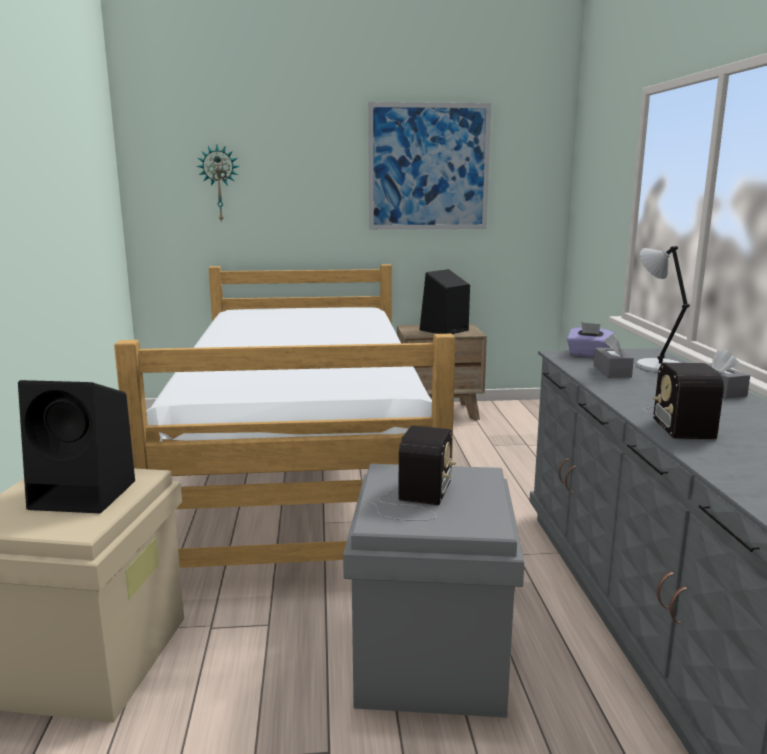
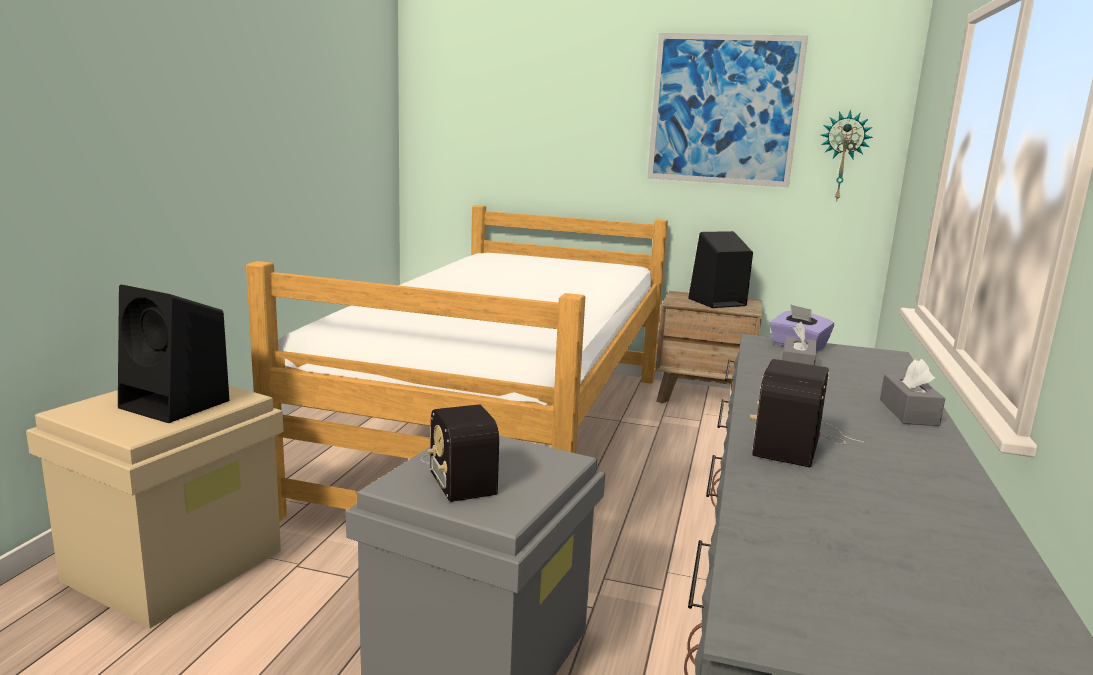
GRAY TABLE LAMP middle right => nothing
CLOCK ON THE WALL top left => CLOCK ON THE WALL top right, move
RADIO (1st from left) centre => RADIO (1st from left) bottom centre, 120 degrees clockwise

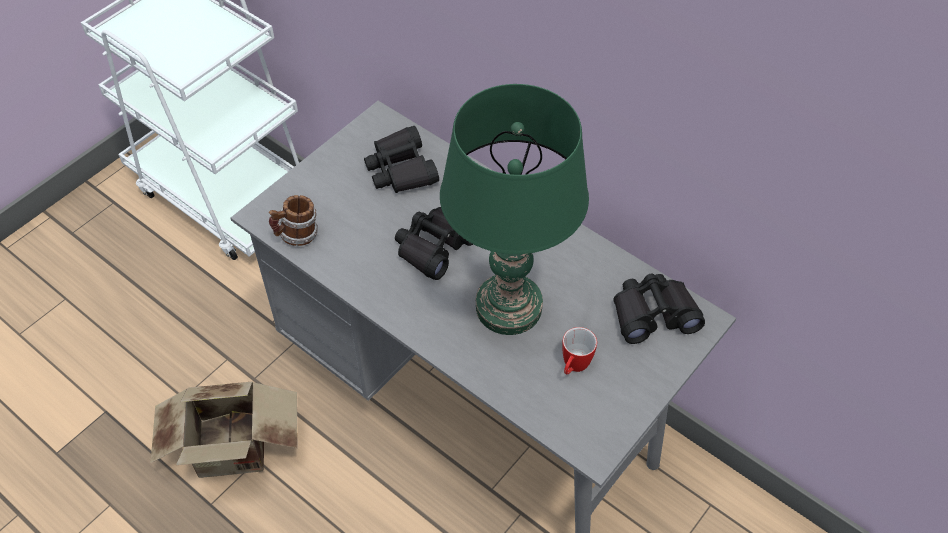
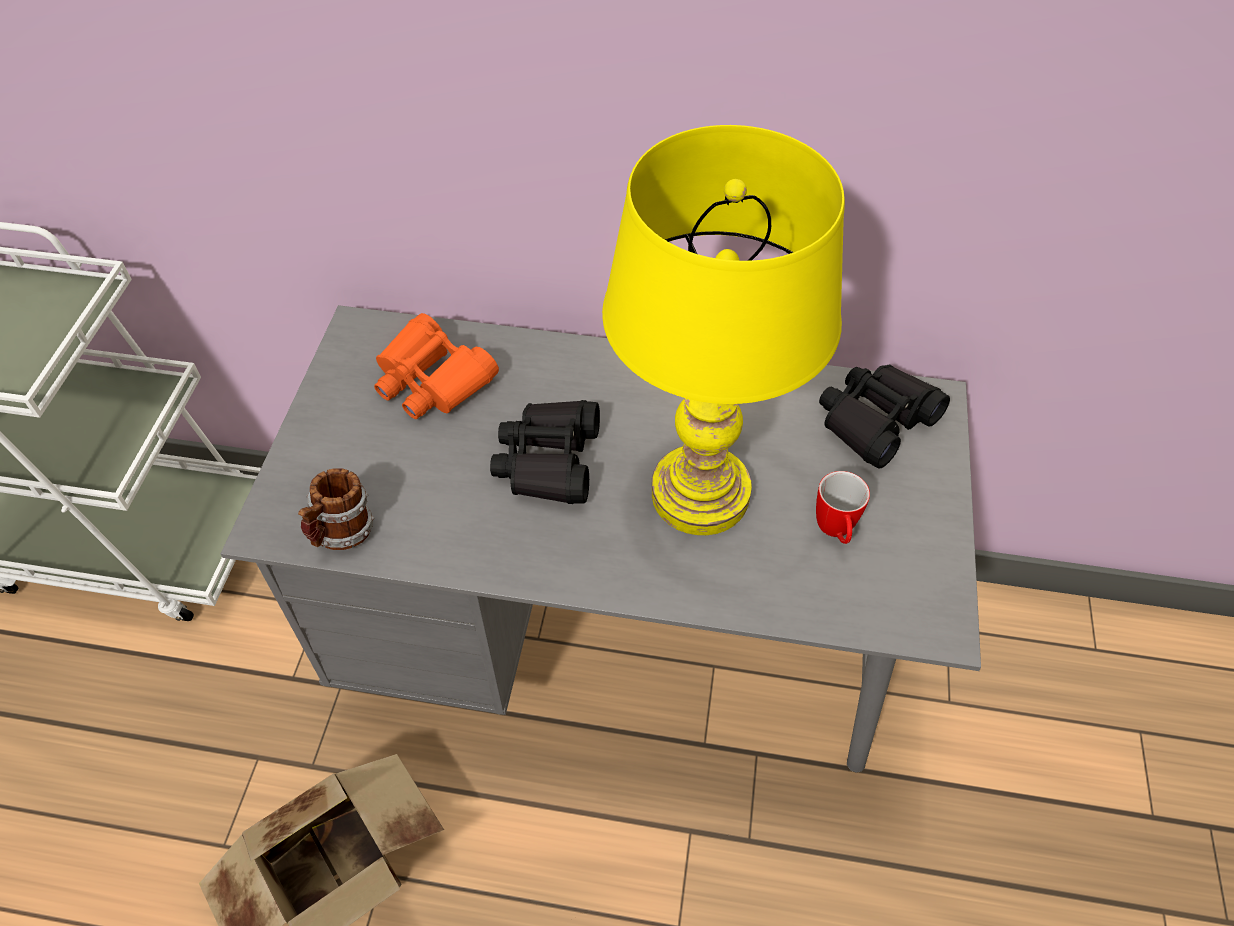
BLACK-COLOURED BINOCULARS (1st from left) top centre => ORANGE BINOCULARS centre
GREENISH TABLE LAMP centre => YELLOW TABLE LAMP centre

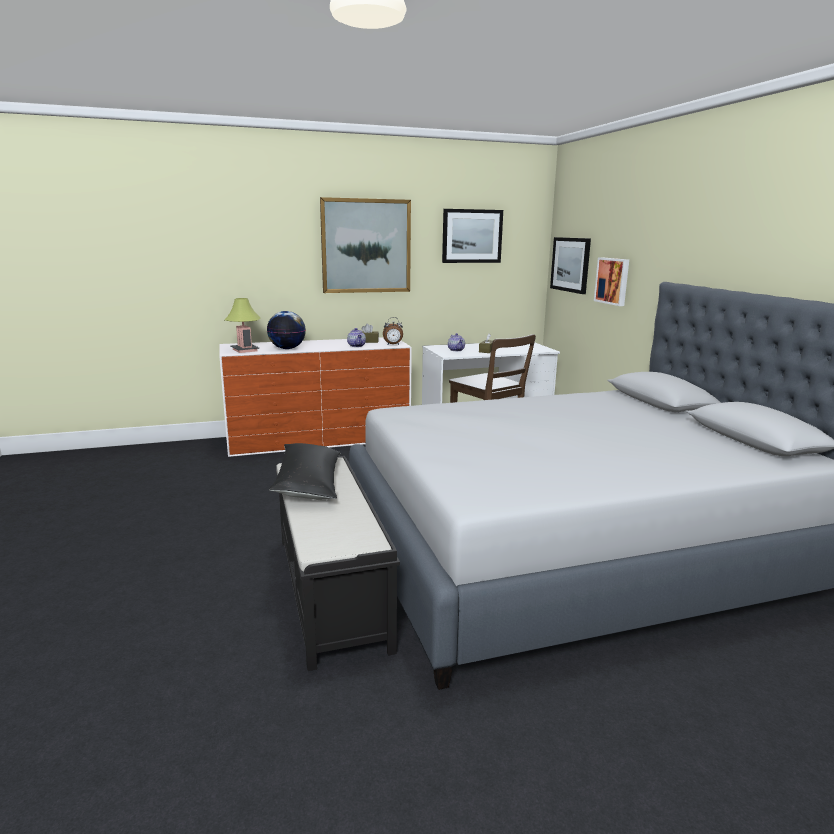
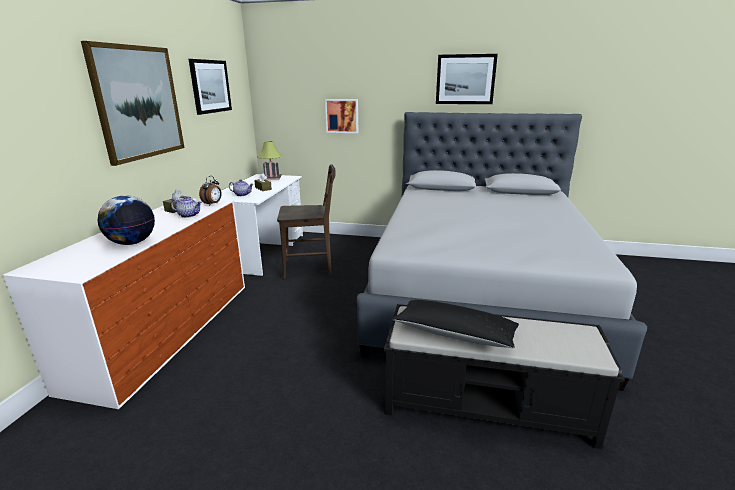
TABLE LAMP middle left => TABLE LAMP top centre, move
PICTURE (3rd from left in the first image) top right => PICTURE (4th from left) top centre, move

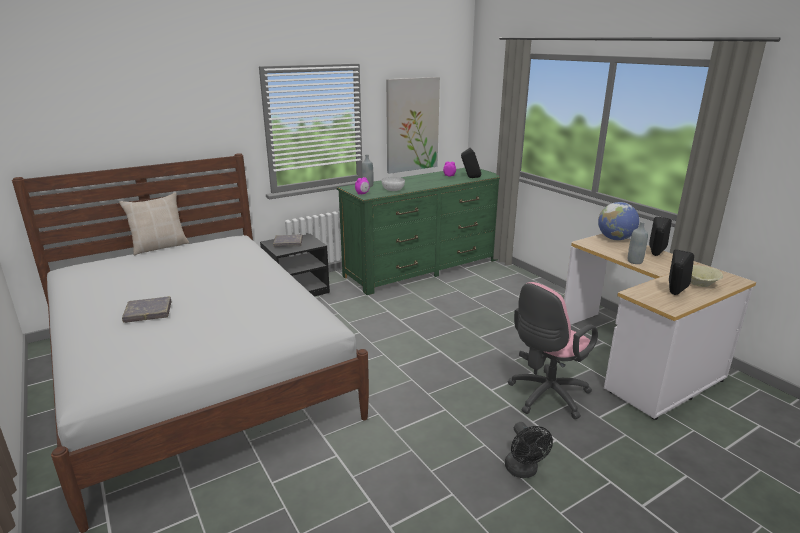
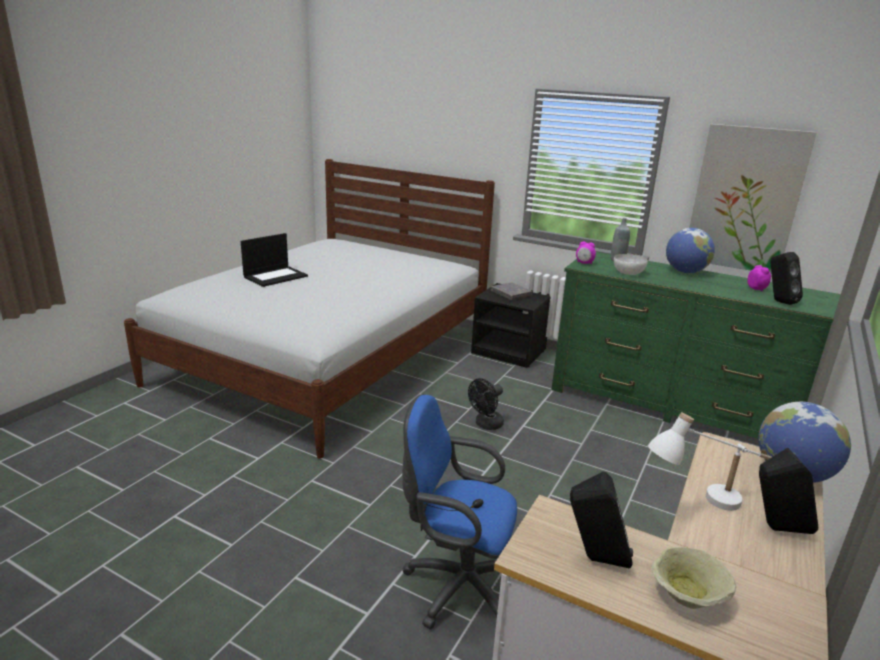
SAND-COLOURED THROW PILLOW middle left => nothing
nothing => WORLD GLOBE (1st from left) middle right
BLACK-COLOURED COOLING FAN bottom centre => BLACK-COLOURED COOLING FAN centre, move
GRAY BOUND BOOK (1st from left) middle left => PORTABLE COMPUTER middle left
GRAY DRINK BOTTLE (2nd from left) middle right => WHITE TABLE LAMP bottom right
PINKISH DESK CHAIR middle right => BLUISH DESK CHAIR bottom centre

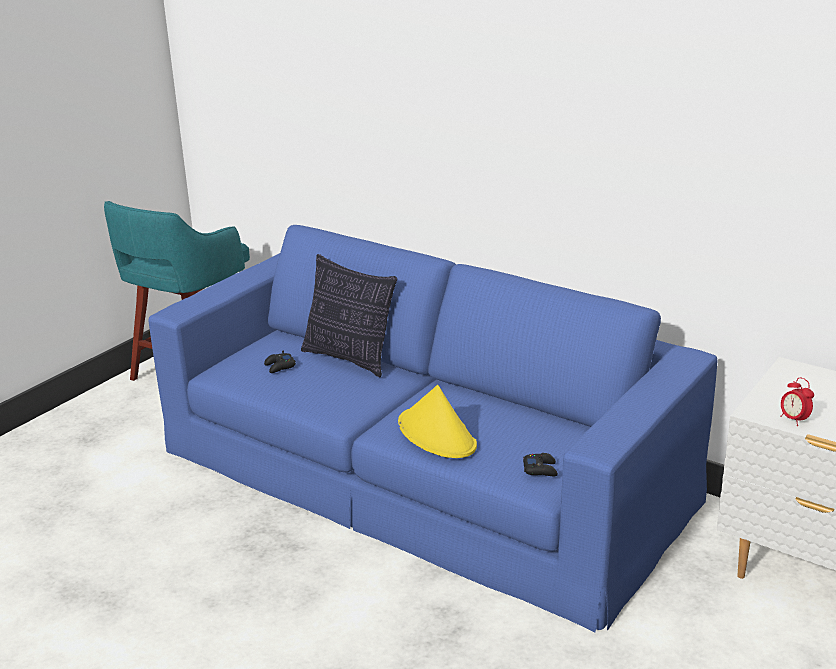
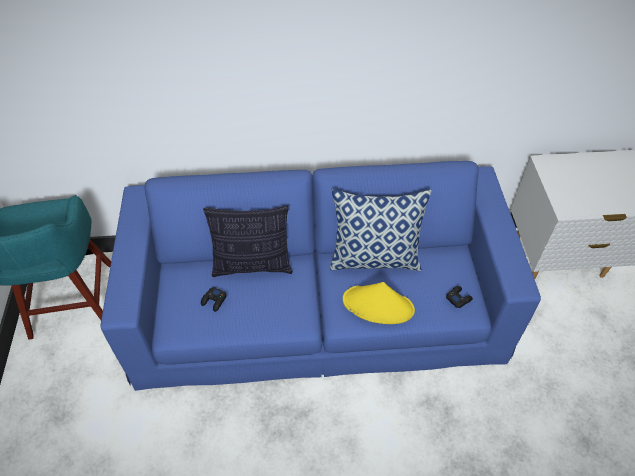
TABLE CLOCK middle right => nothing
nothing => THROW PILLOW (2nd from left) centre

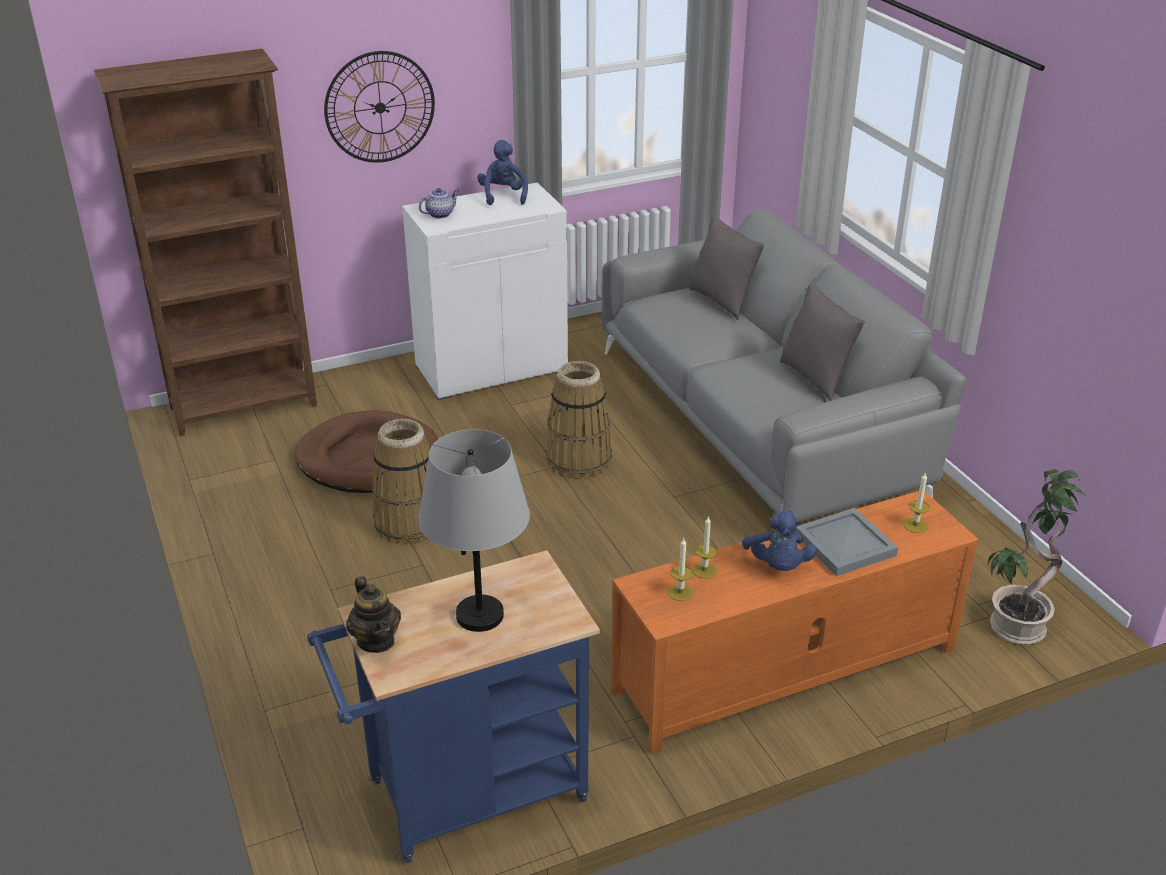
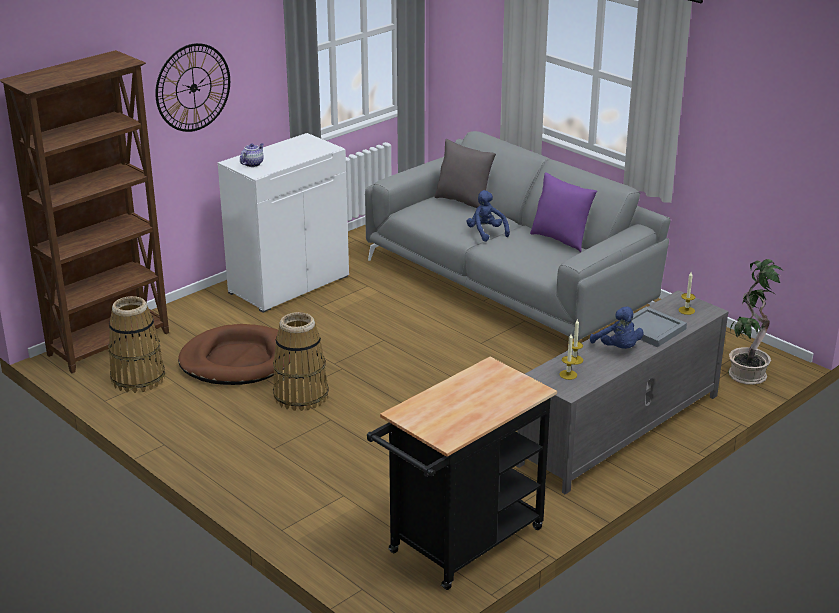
TEAPOT (1st from left) bottom left => nothing
GRAY TABLE LAMP centre => nothing
BLUISH CUDDLY TOY (1st from left) top centre => BLUISH CUDDLY TOY (1st from left) centre, move
STORAGE BASKET (2nd from left in the first image) centre => STORAGE BASKET (1st from left) middle left, move
BLUISH CART bottom centre => BLACK-COLOURED CART bottom centre
ORANGE TV UNIT bottom right => GRAY TV UNIT middle right
GRAY THROW PILLOW (2nd from left) middle right => PURPLE THROW PILLOW middle right

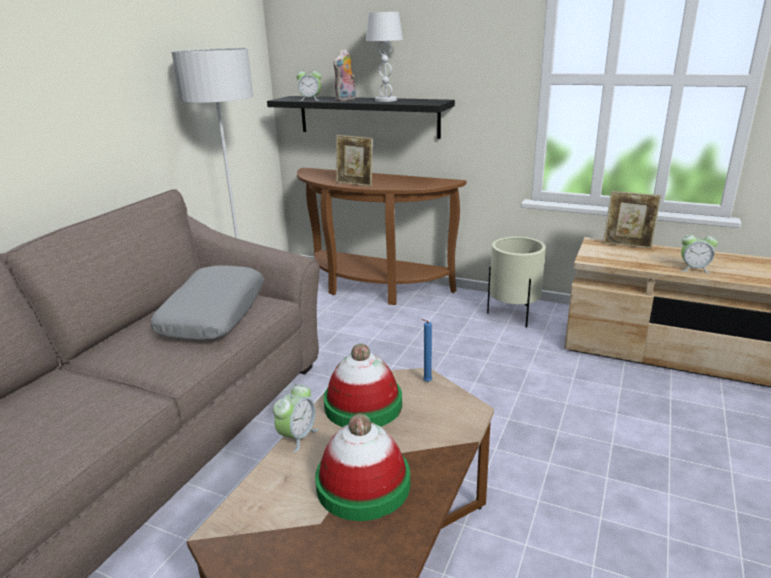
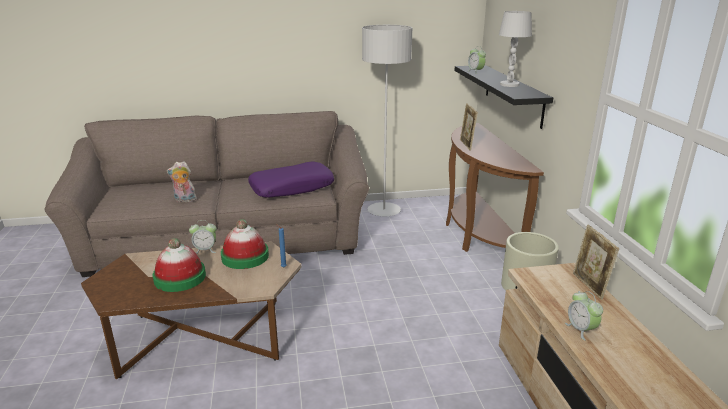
CUDDLY TOY top centre => CUDDLY TOY middle left, move
GRAY THROW PILLOW middle left => PURPLE THROW PILLOW centre

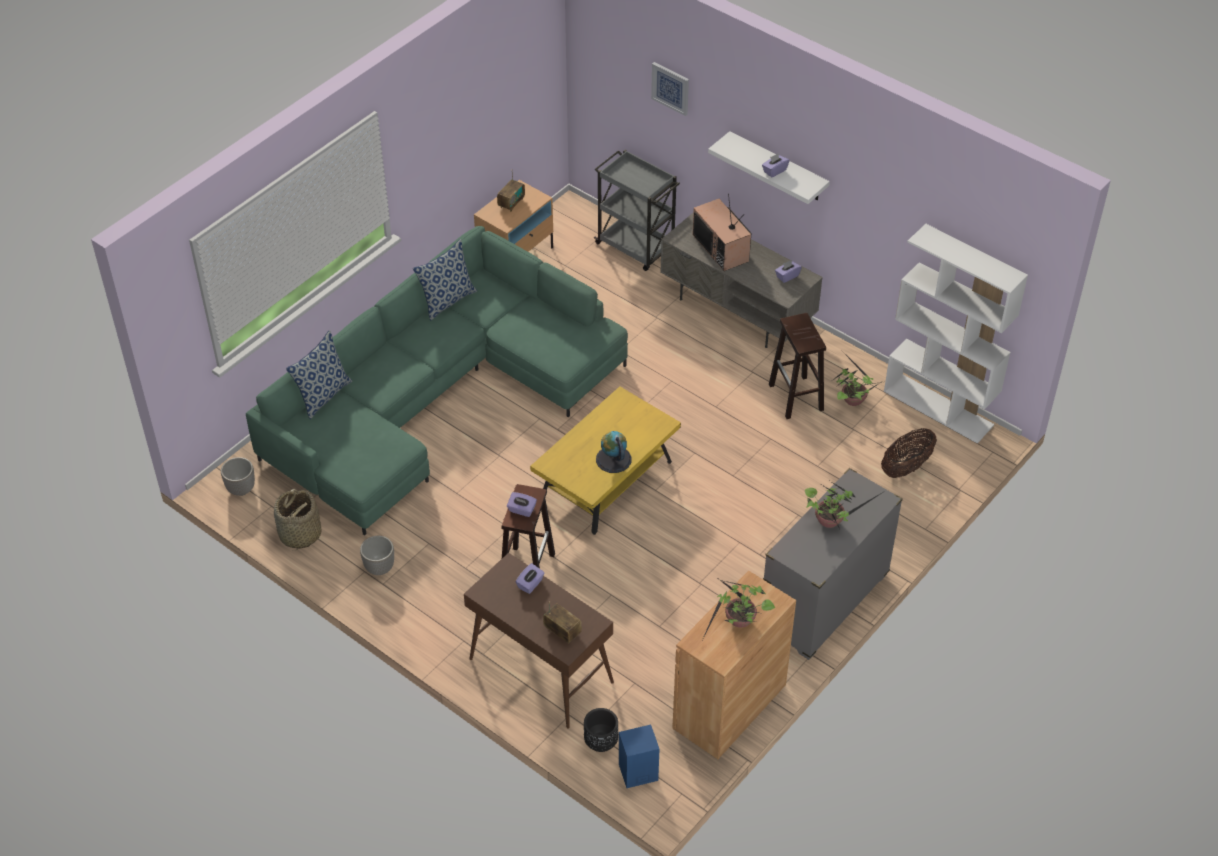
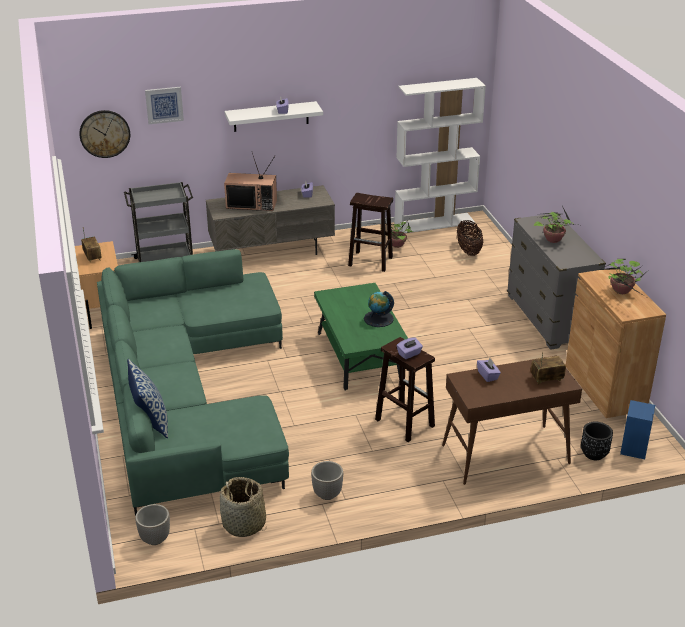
THROW PILLOW (2nd from left) top centre => nothing
nothing => CLOCK ON THE WALL top left
YELLOW COFFEE TABLE centre => GREENISH COFFEE TABLE centre

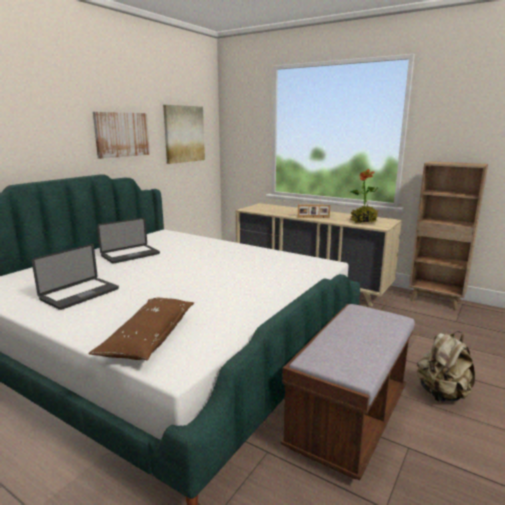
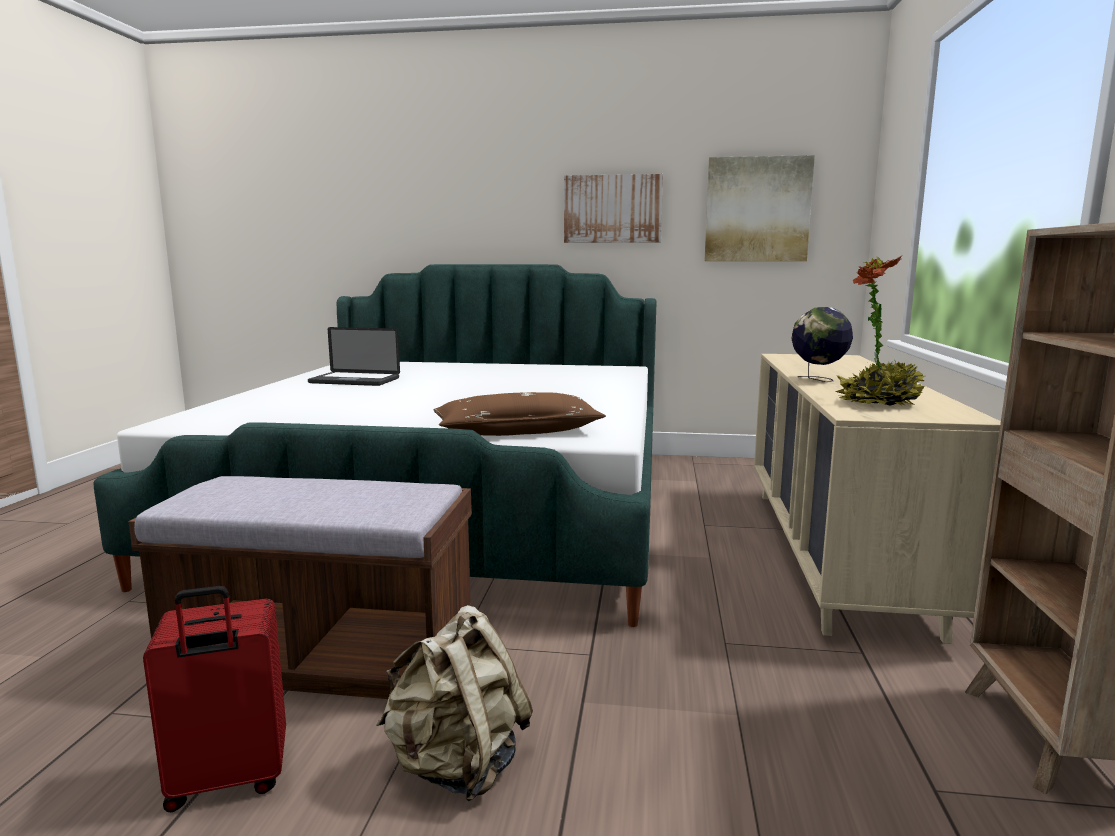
PORTABLE COMPUTER (2nd from left) middle left => nothing
nothing => REDDISH SUITCASE bottom left
BROWN-COLOURED THROW PILLOW middle left => BROWN-COLOURED THROW PILLOW centre, move
STANDING FRAME centre => WORLD GLOBE middle right

